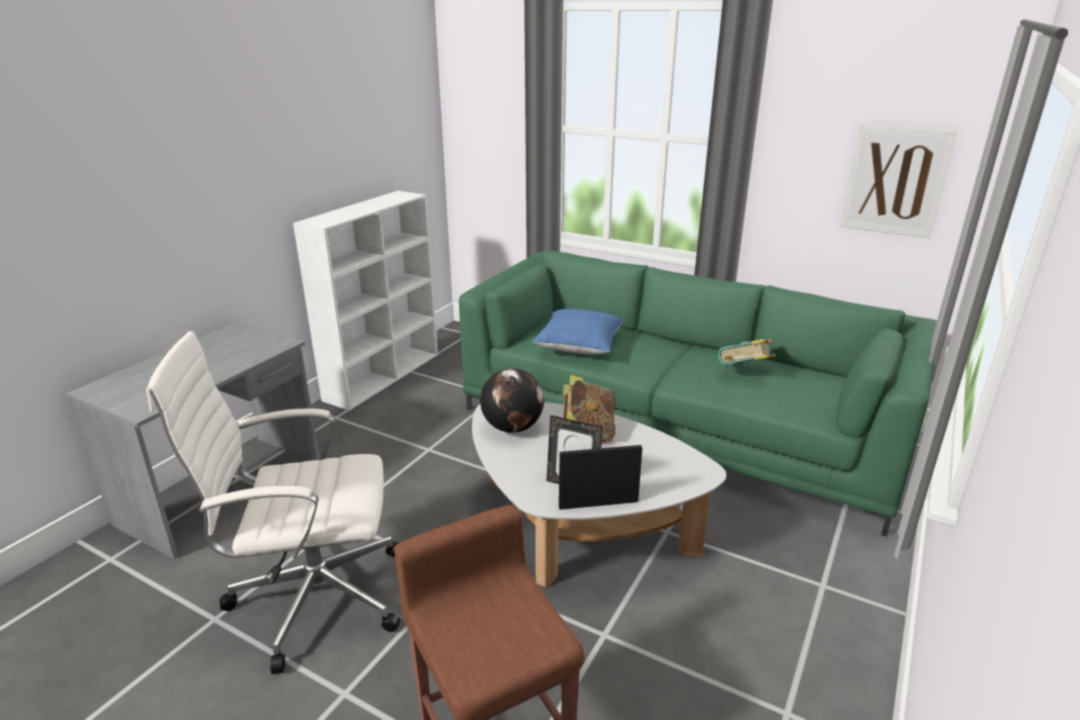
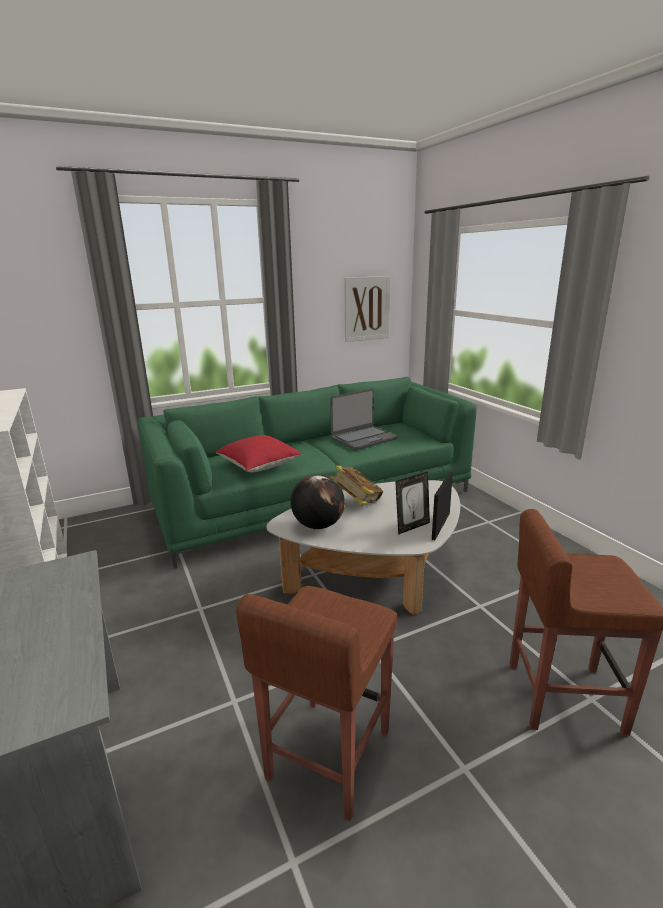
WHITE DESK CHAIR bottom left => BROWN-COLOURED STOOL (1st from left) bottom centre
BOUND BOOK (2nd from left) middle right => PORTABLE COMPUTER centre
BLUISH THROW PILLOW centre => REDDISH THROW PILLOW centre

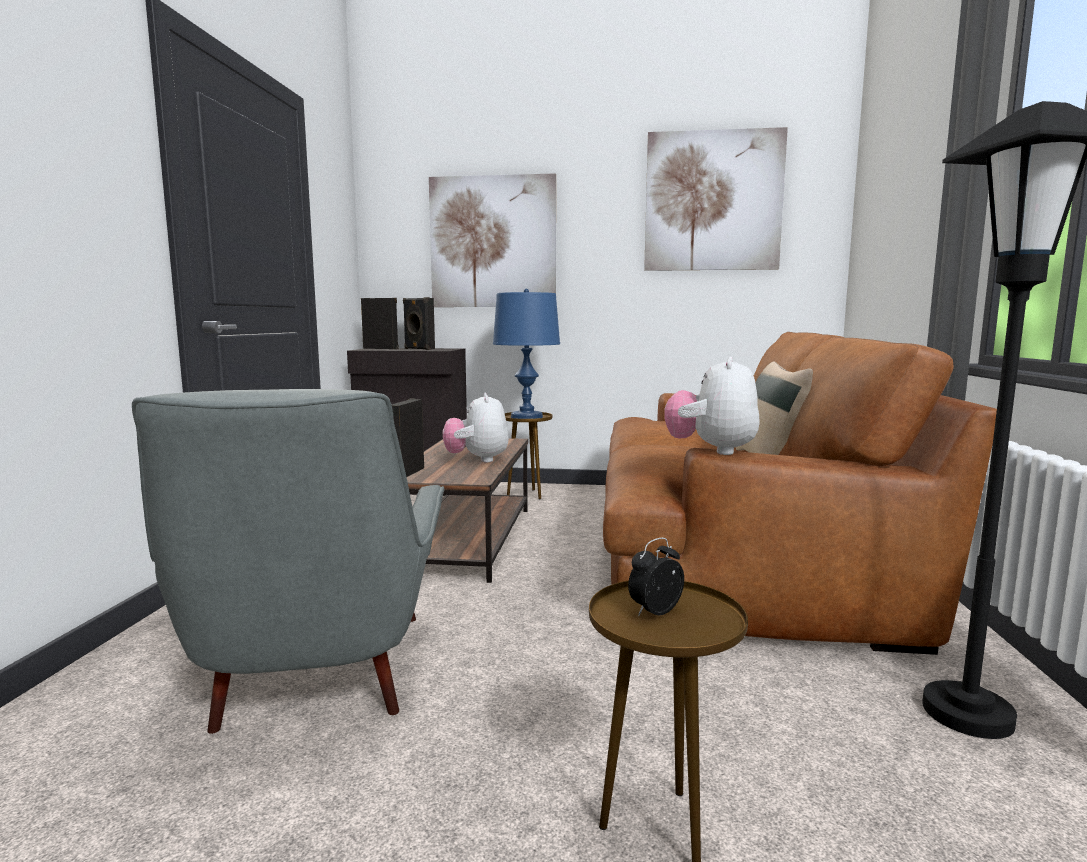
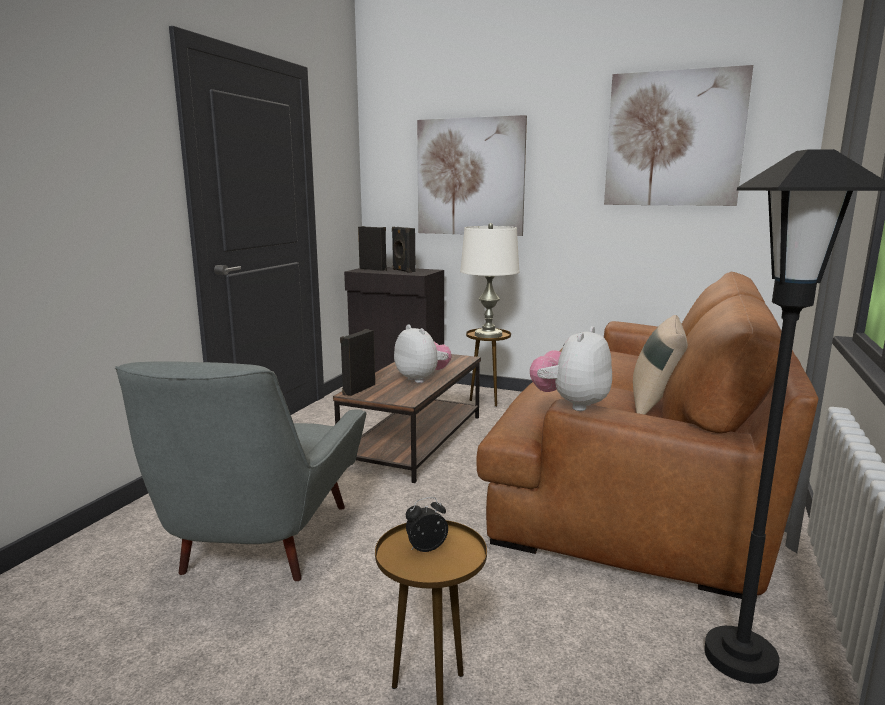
BLUISH TABLE LAMP centre => WHITE TABLE LAMP centre
CUDDLY TOY (1st from left) centre, 135 degrees clockwise

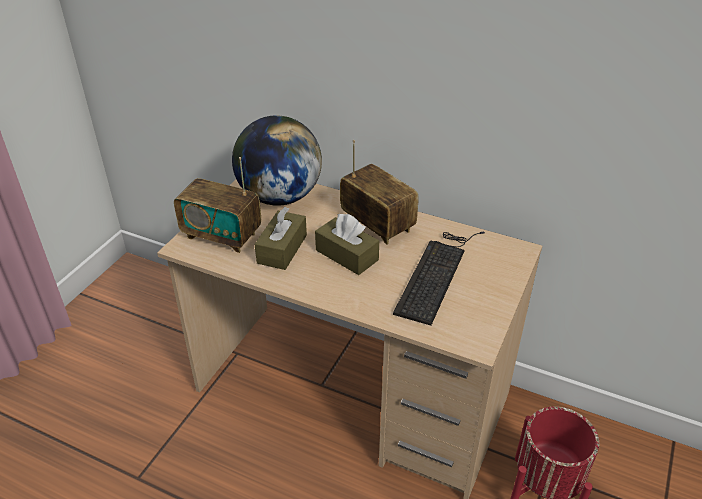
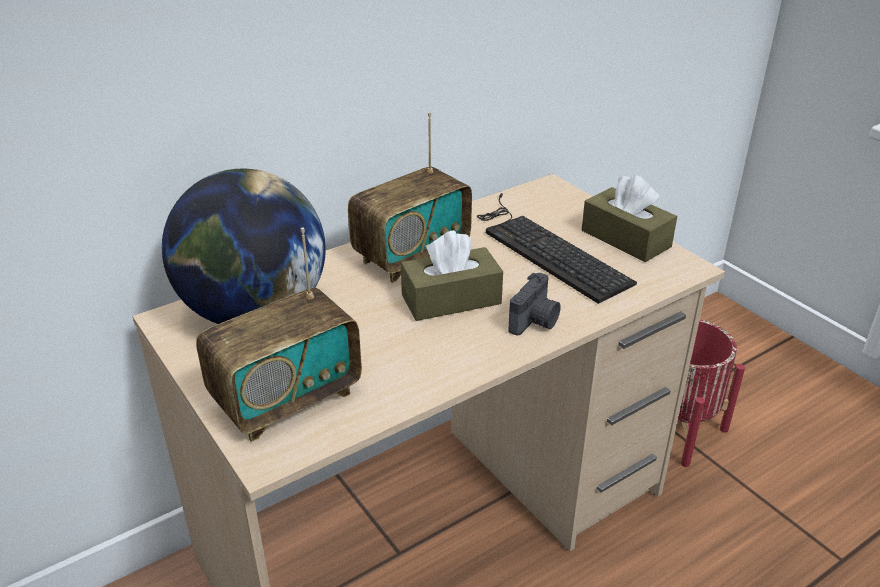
nothing => STILL CAMERA centre
BROWN-COLOURED TISSUE HOLDER (1st from left in the first image) centre => BROWN-COLOURED TISSUE HOLDER (2nd from left) middle right, move
RADIO (2nd from left) centre, 150 degrees clockwise

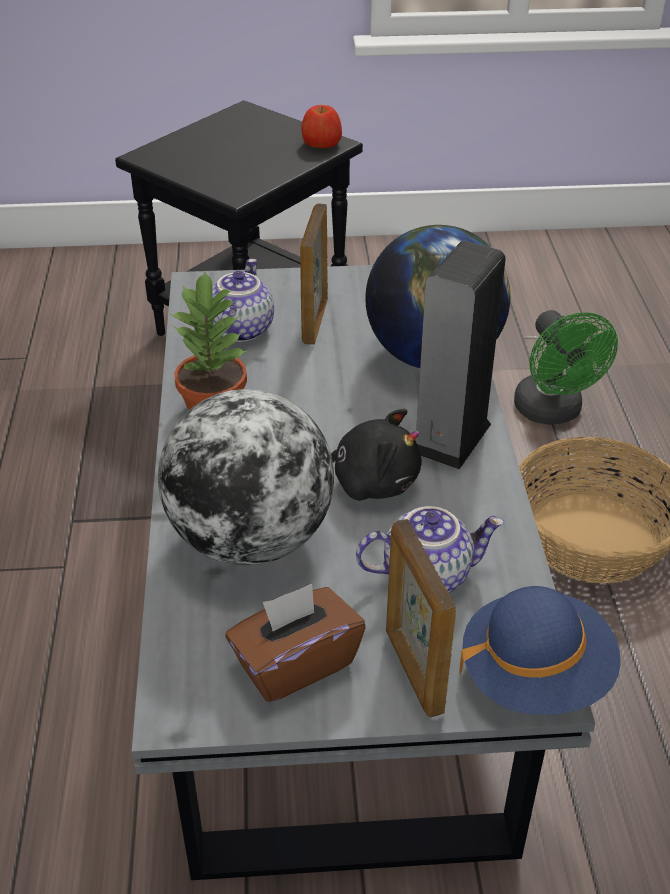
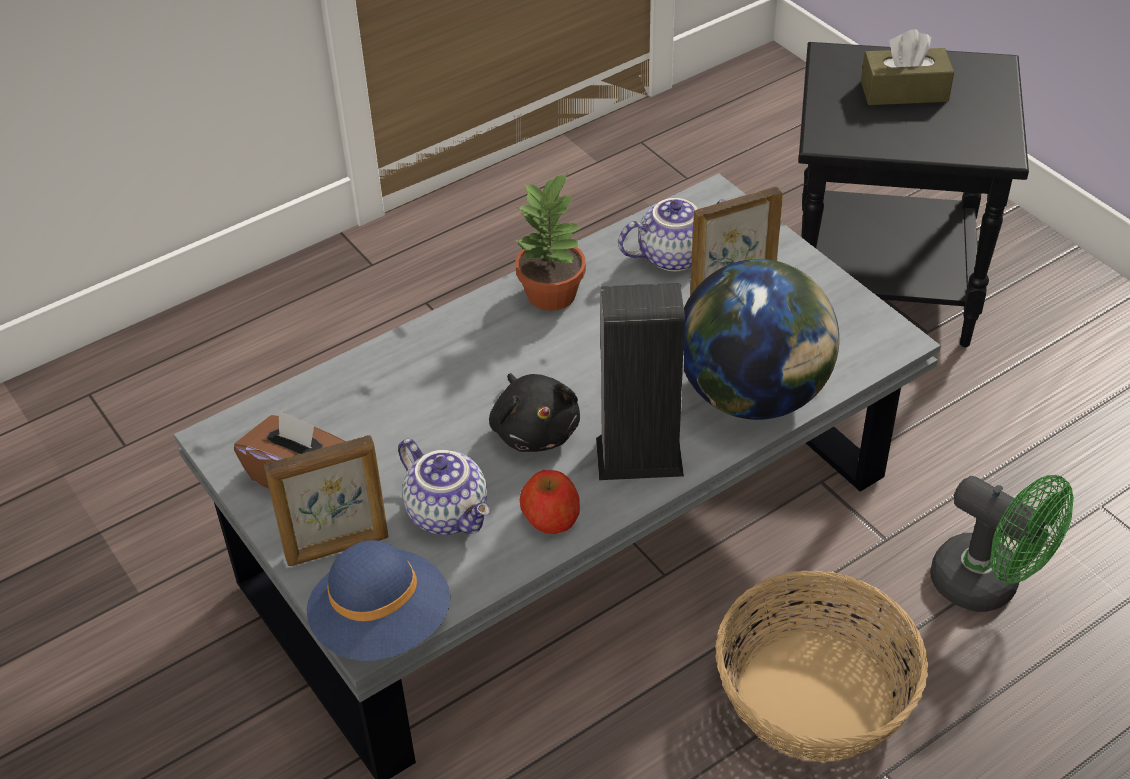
WORLD GLOBE (1st from left) centre => nothing
nothing => BROWN-COLOURED TISSUE HOLDER (2nd from left) top right
APPLE FRUIT top centre => APPLE FRUIT centre, move
STANDING FRAME (2nd from left in the first image) bottom centre => STANDING FRAME (1st from left) middle left, 150 degrees counterclockwise
GREENISH COOLING FAN middle right => GREENISH COOLING FAN bottom right, 90 degrees counterclockwise

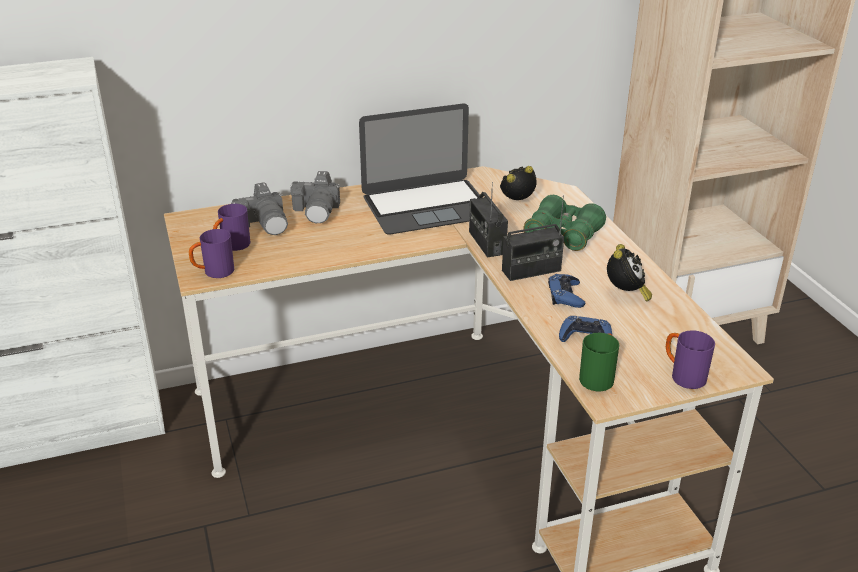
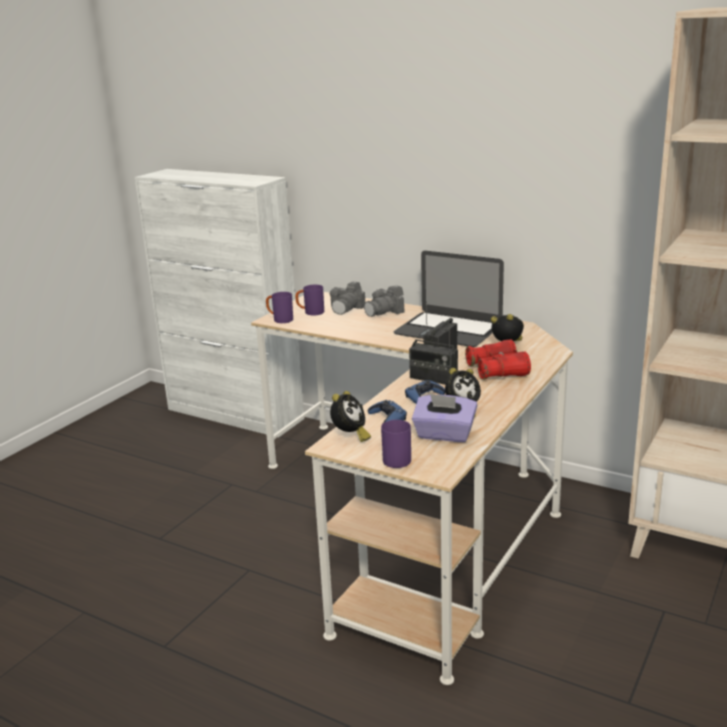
nothing => PURPLE TISSUE HOLDER centre
GREENISH COFFEE MUG middle right => TABLE CLOCK (1st from left) centre
GREENISH BINOCULARS centre => REDDISH BINOCULARS middle right

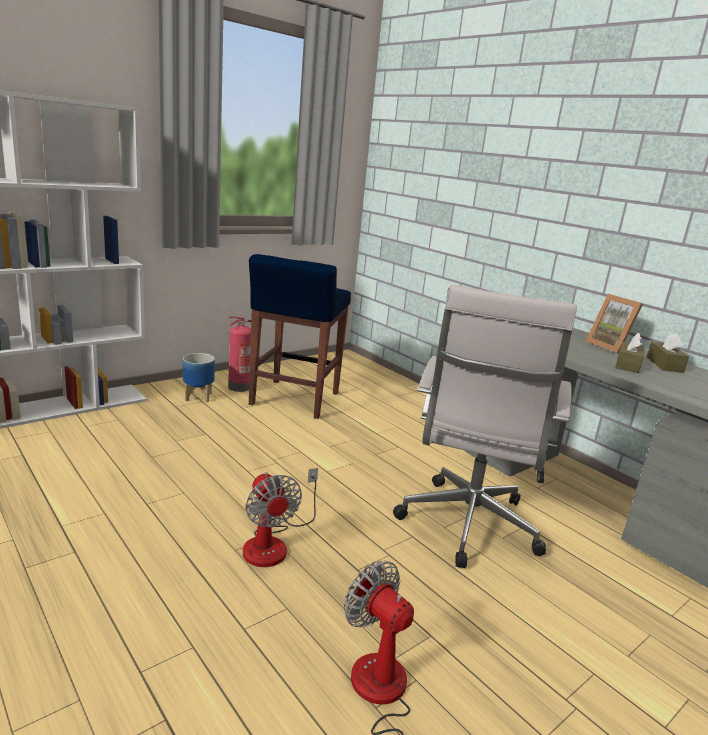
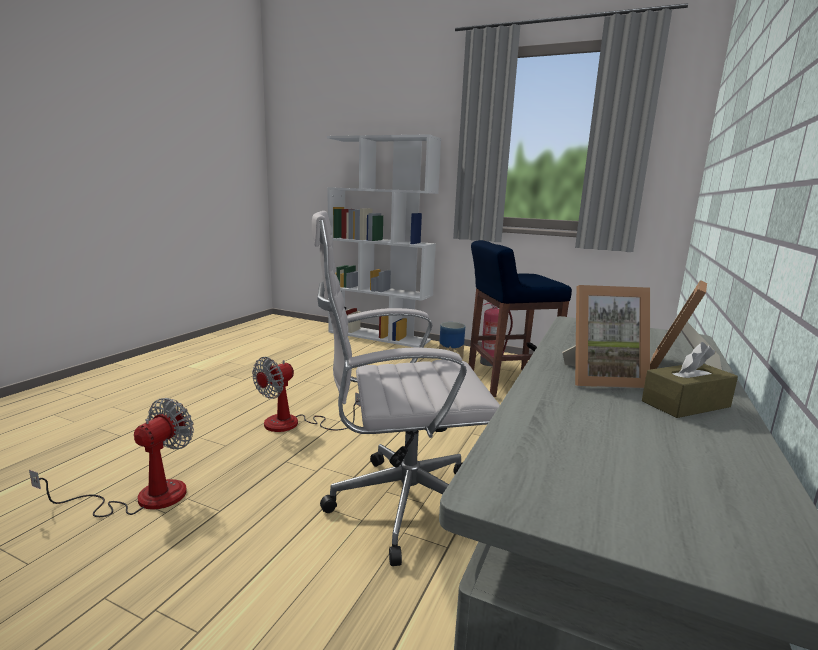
BROWN-COLOURED TISSUE HOLDER (1st from left) middle right => STANDING FRAME (1st from left) middle right

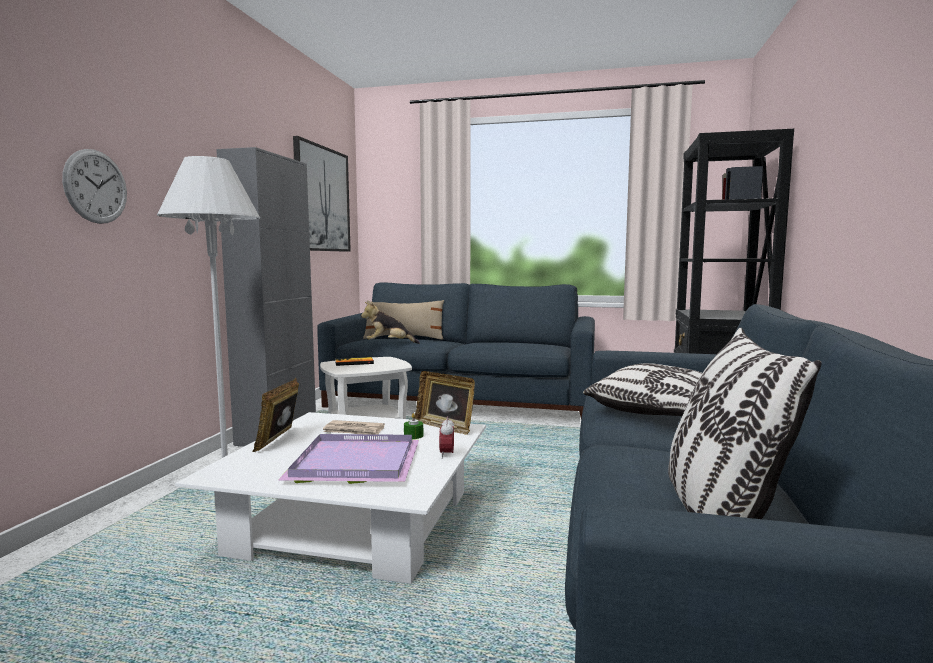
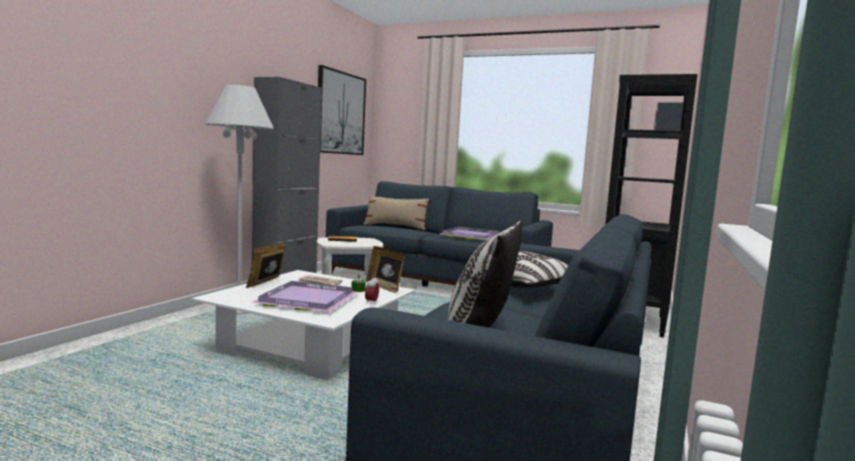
CLOCK ON THE WALL top left => nothing
CUDDLY TOY centre => nothing
nothing => PURPLE TRAY (2nd from left) centre

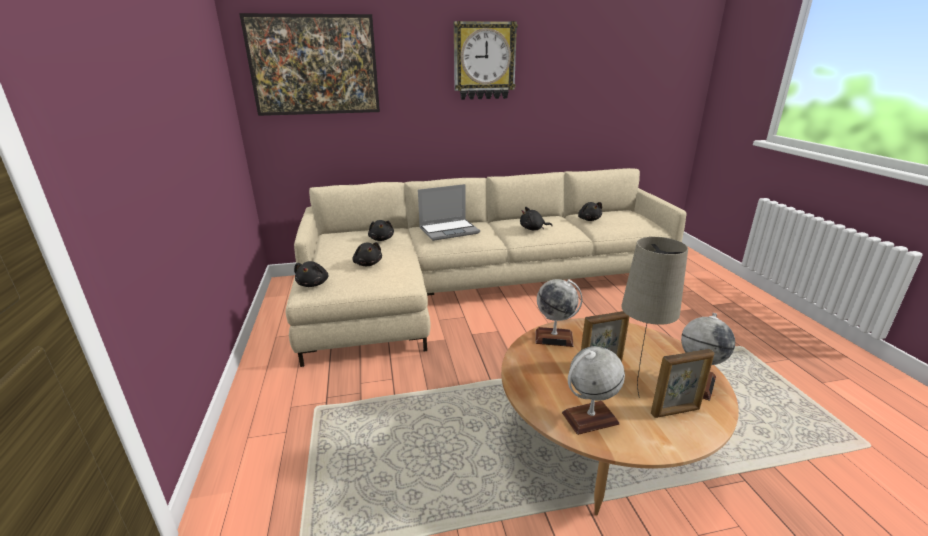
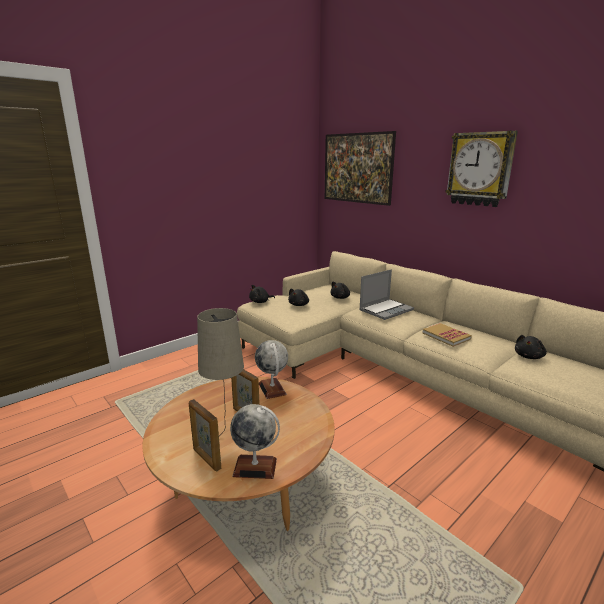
WORLD GLOBE (2nd from left) bottom centre => nothing
BLACK-COLOURED CUDDLY TOY (4th from left) centre => BOUND BOOK middle right
PORTABLE COMPUTER centre, 75 degrees counterclockwise

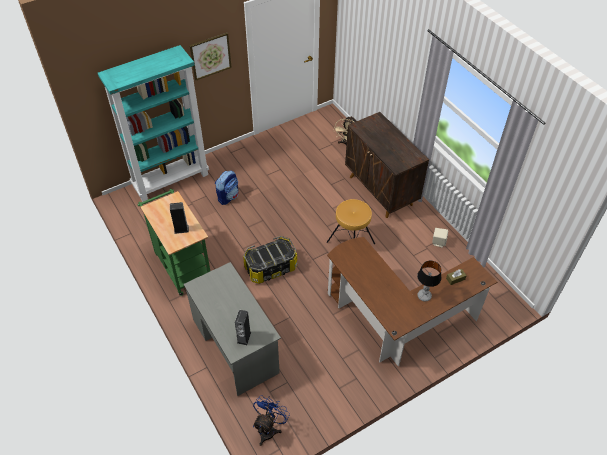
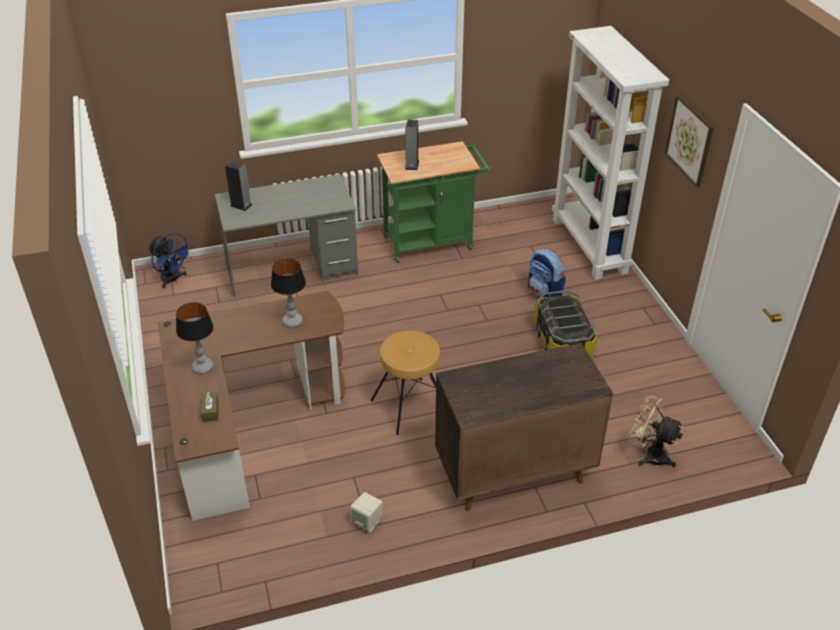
nothing => TABLE LAMP (2nd from left) centre
STORAGE BOX centre => STORAGE BOX middle right, move
BLUE-GREEN BOOKCASE top left => WHITE BOOKCASE top right

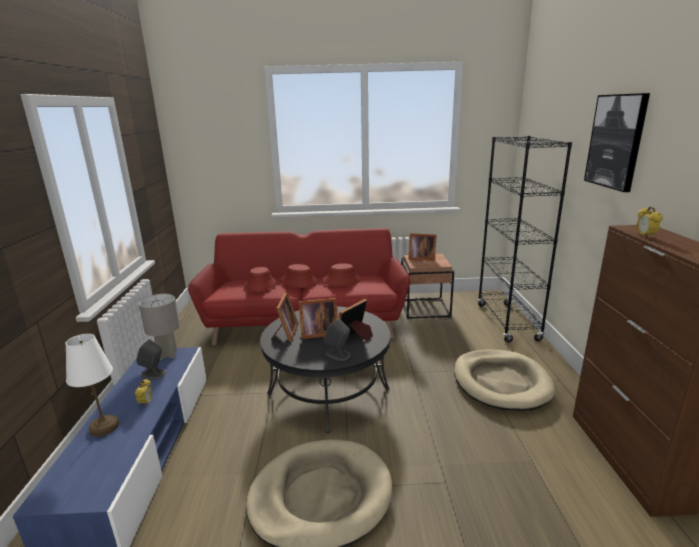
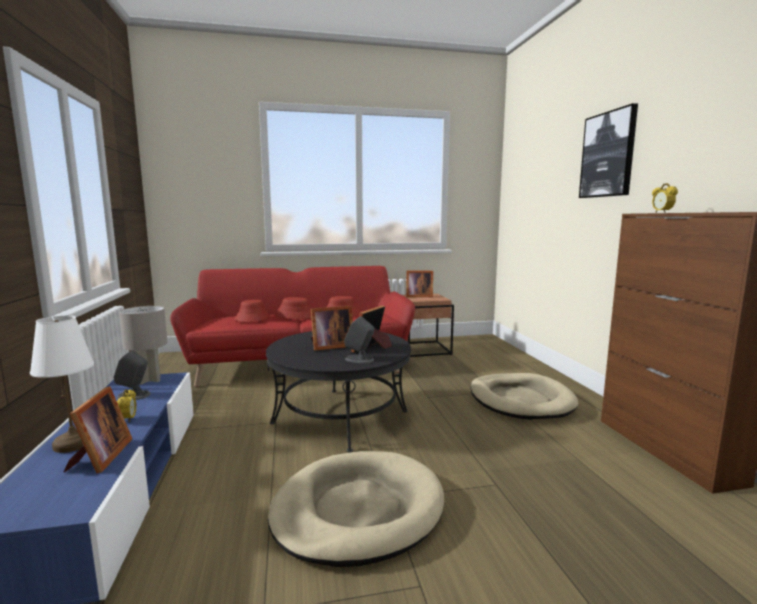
BLACK-COLOURED BOOKCASE middle right => nothing
STANDING FRAME (1st from left) centre => STANDING FRAME (1st from left) bottom left, move

